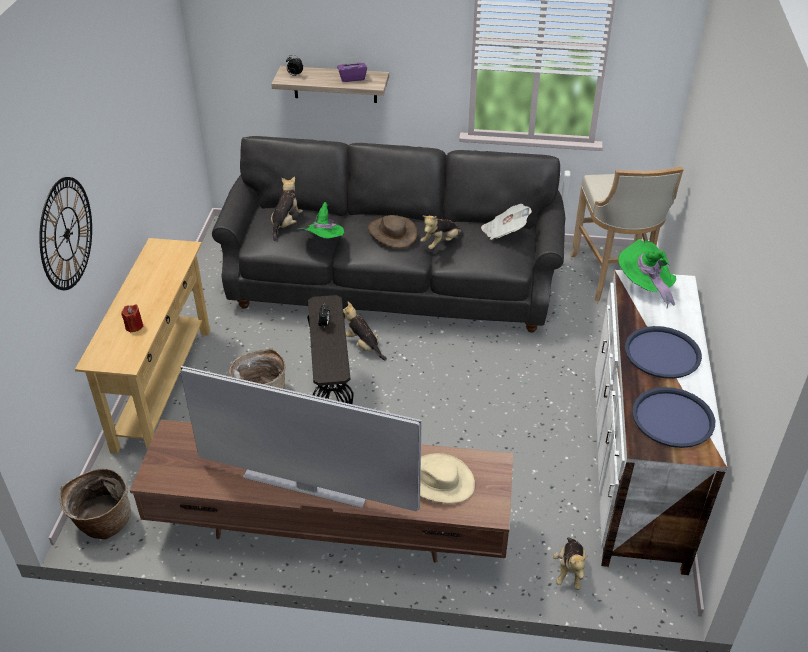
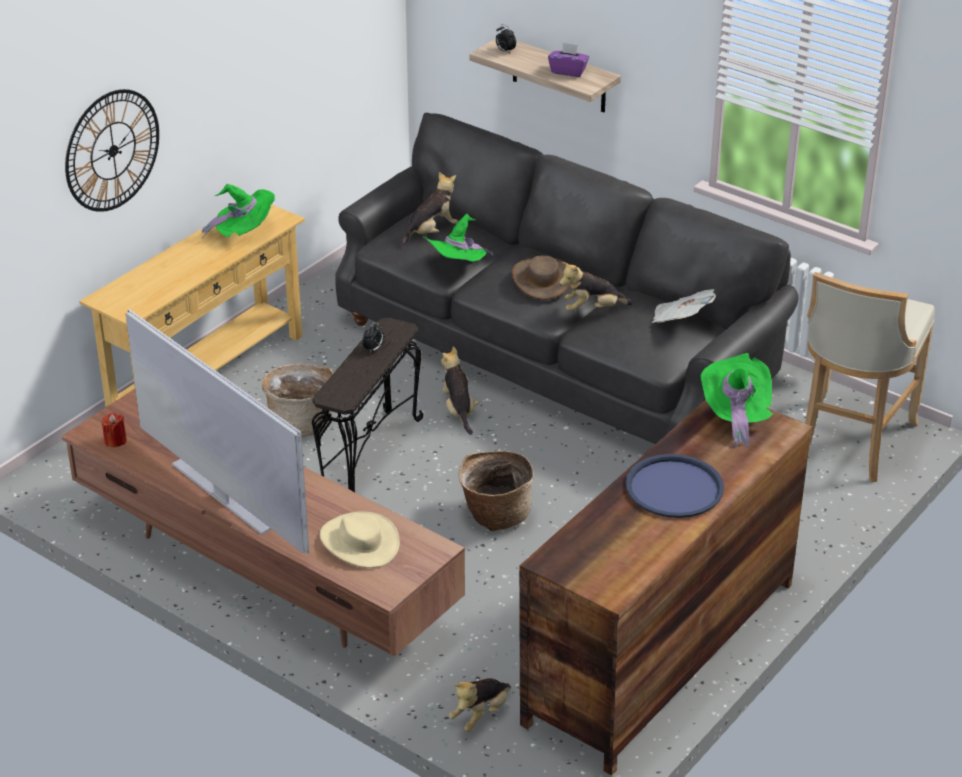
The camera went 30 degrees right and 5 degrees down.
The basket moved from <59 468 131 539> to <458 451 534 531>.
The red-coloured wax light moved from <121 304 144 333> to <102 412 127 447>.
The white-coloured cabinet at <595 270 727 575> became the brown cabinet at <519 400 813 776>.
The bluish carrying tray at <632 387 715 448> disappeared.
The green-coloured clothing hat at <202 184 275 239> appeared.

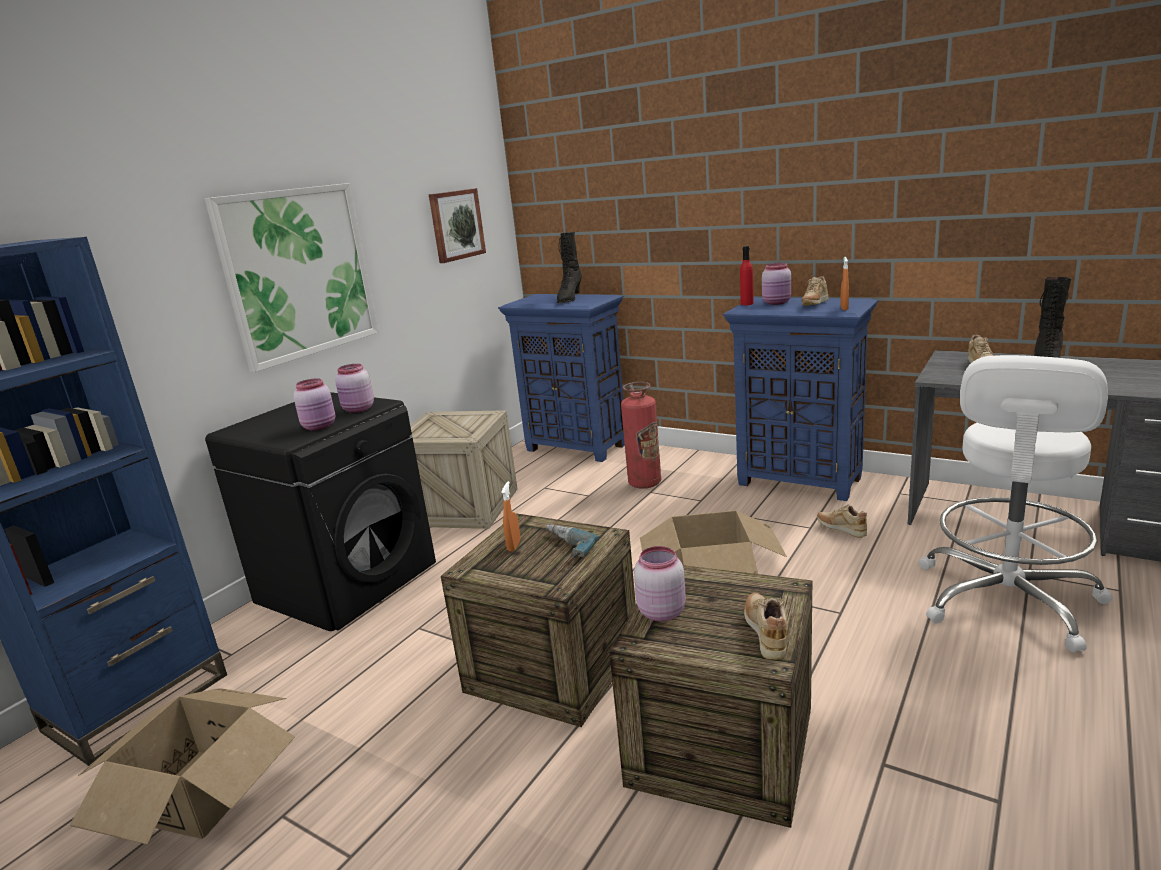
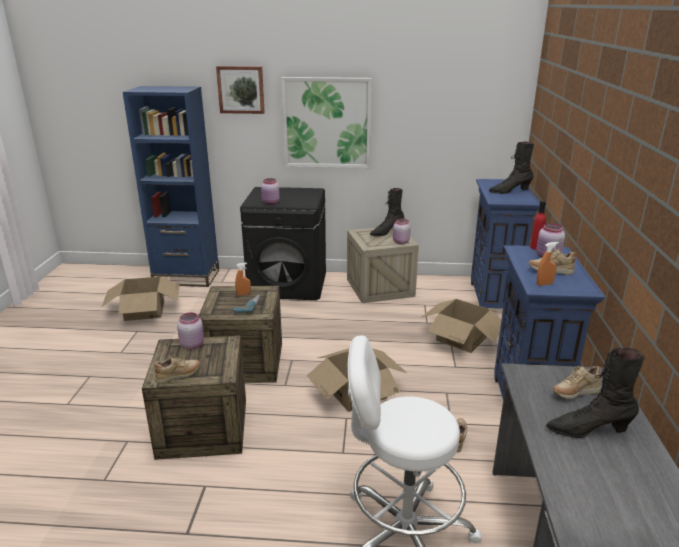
The camera went 60 degrees right and 5 degrees up.
The pink jar moved from <335 364 374 413> to <393 218 411 244>.
The picture moved from <429 188 486 263> to <216 66 265 114>.
The fire-fighting cylinder at <621 382 661 489> was replaced by the packing box at <420 299 502 353>.
The blackish boot at <370 188 404 236> appeared.

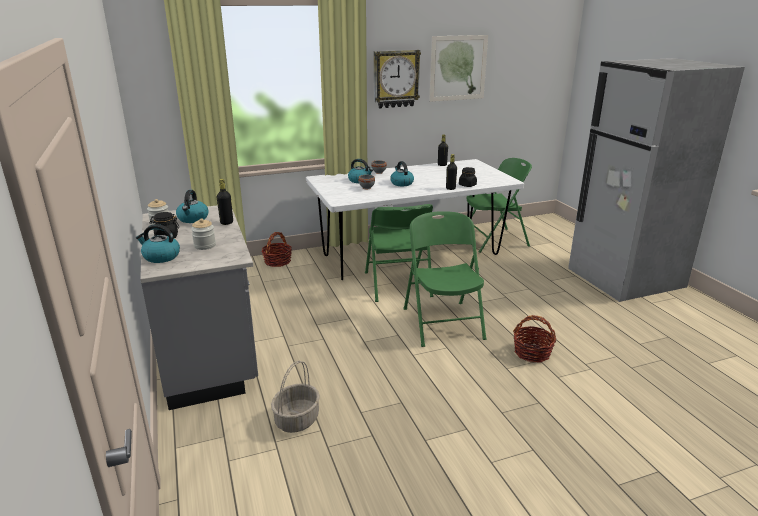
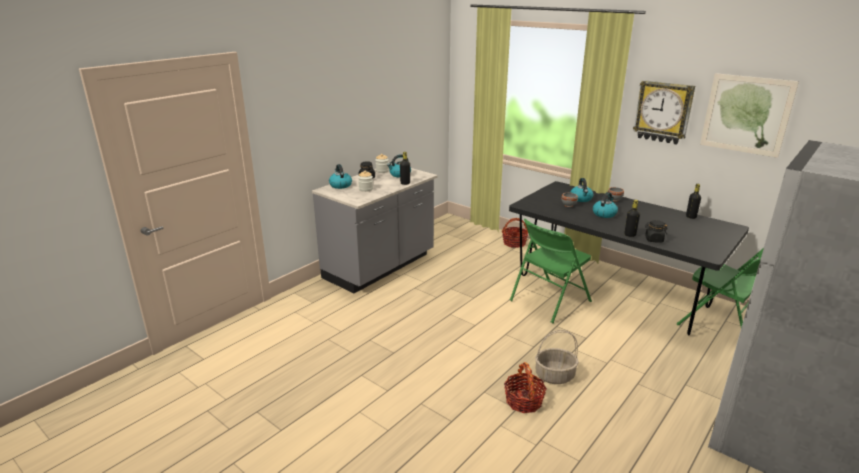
The camera went 60 degrees right and 0 degrees up.
The basket moved from <271 361 320 433> to <535 330 579 384>.
The white-coloured kitchen table at <306 159 524 280> became the blackish kitchen table at <509 181 749 335>.
The green-coloured upright chair at <404 211 487 347> disappeared.

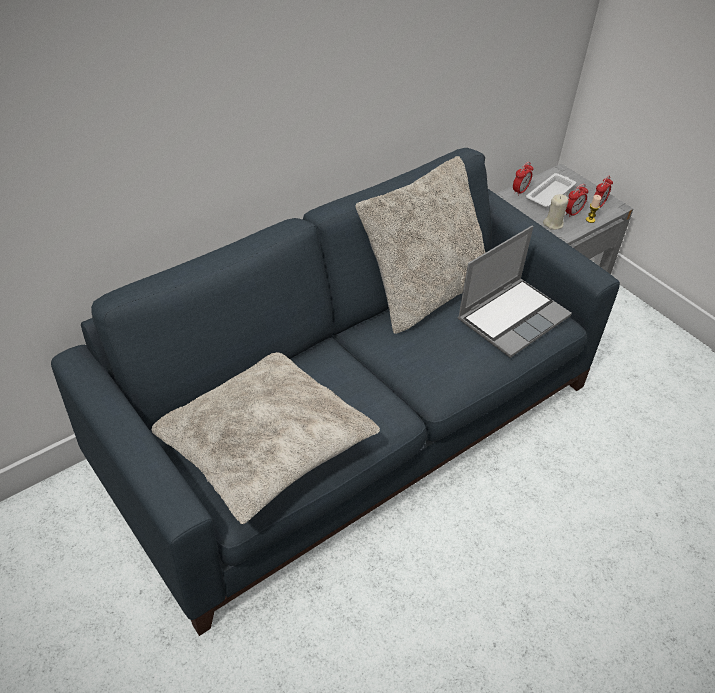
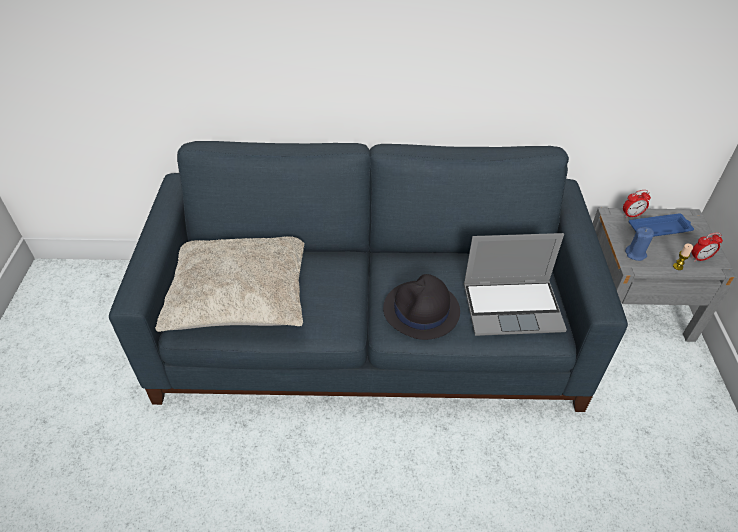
The camera went 40 degrees right and 0 degrees up.
The sand-coloured pillow at <355 156 486 334> disappeared.
The white-coloured carrying tray at <526 173 576 207> became the bluish carrying tray at <629 213 694 237>.
The sand-coloured wax light at <543 194 568 230> became the bluish wax light at <625 227 654 261>.
The table clock at <566 184 589 218> disappeared.
The blackish clothing hat at <383 274 460 340> appeared.

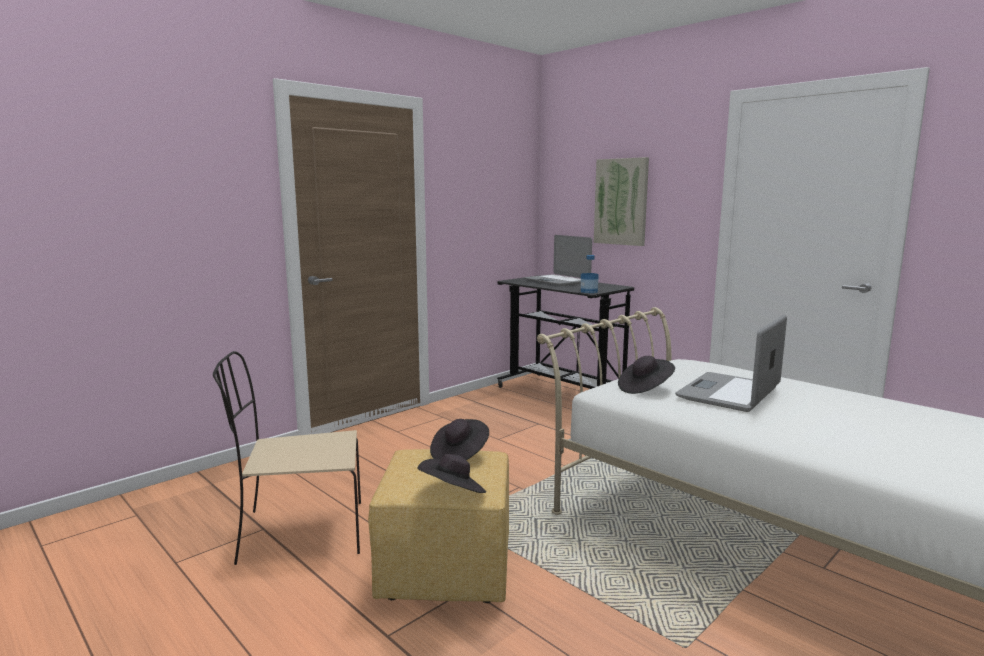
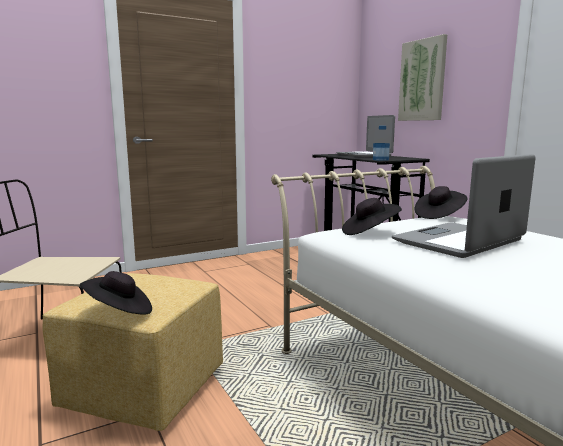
The camera went 15 degrees right and 0 degrees up.
The blackish clothing hat moved from <430 419 489 460> to <415 186 468 219>.

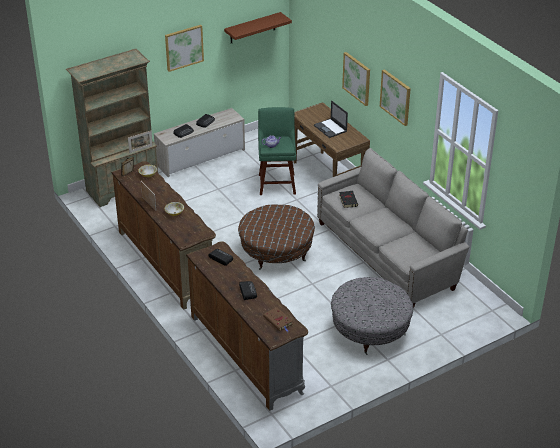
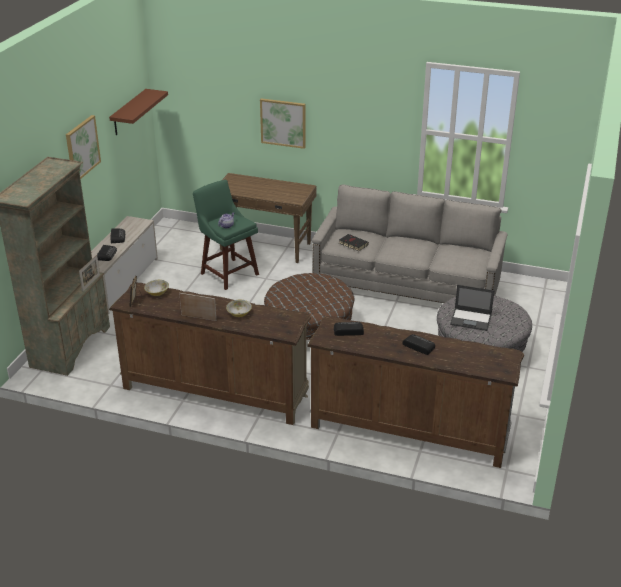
The camera went 40 degrees left and 5 degrees down.
The brown volume at <263 307 293 332> disappeared.
The portable computer moved from <314 100 348 138> to <450 285 495 331>.
The picture at <380 69 411 126> disappeared.

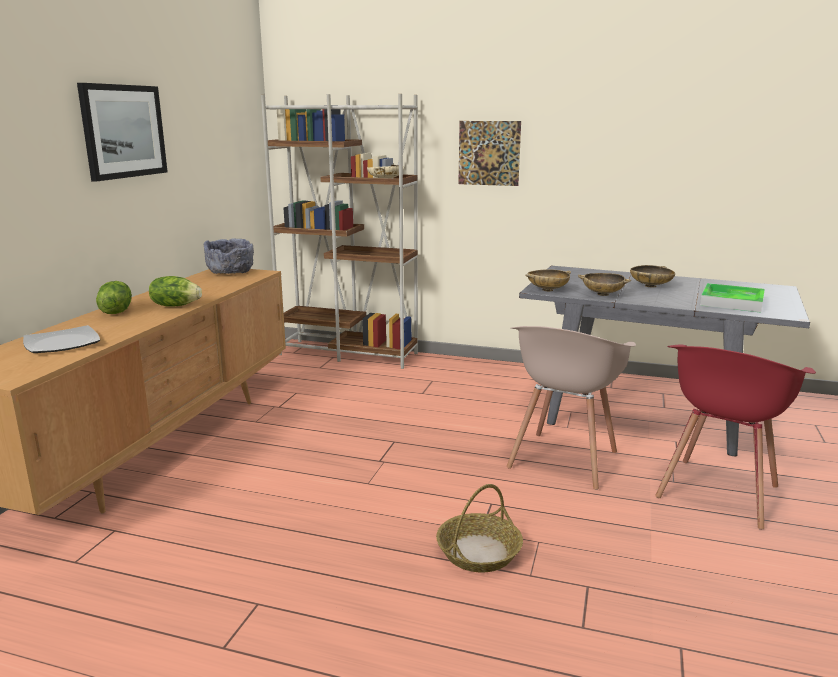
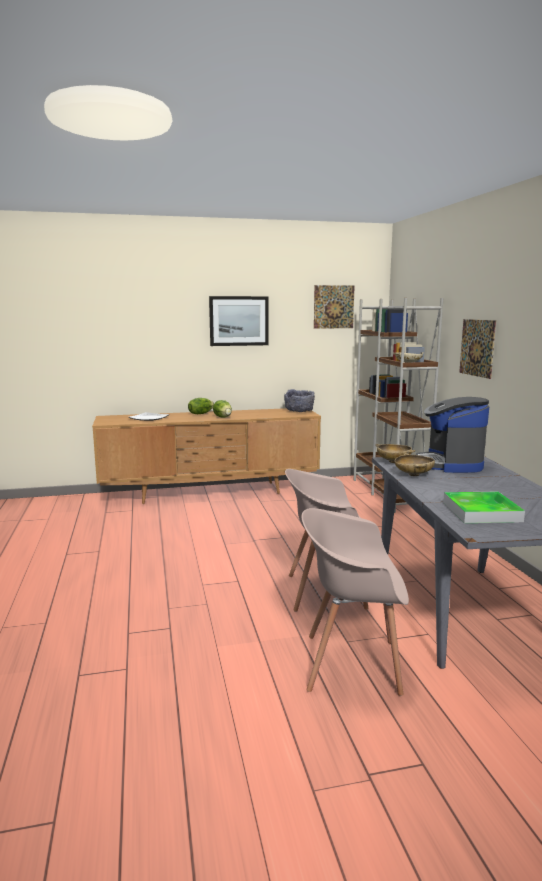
The camera went 60 degrees right and 5 degrees down.
The basket at <436 484 523 573> disappeared.
The sand-coloured serving bowl at <630 265 675 287> disappeared.
The red-coloured upright chair at <655 344 816 530> became the sand-coloured upright chair at <302 508 409 696>.
The picture at <314 285 355 329> appeared.
The coffee maker at <416 397 489 473> appeared.

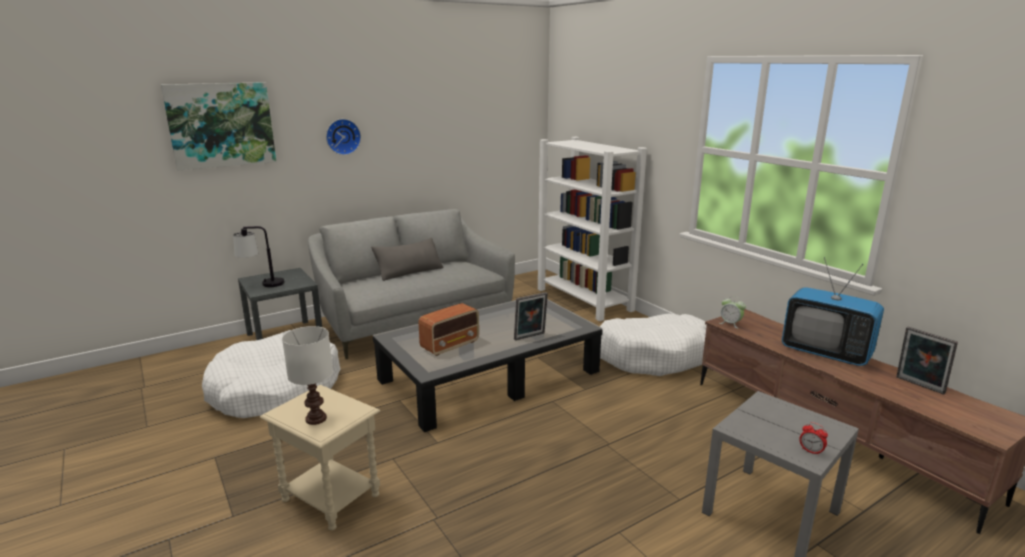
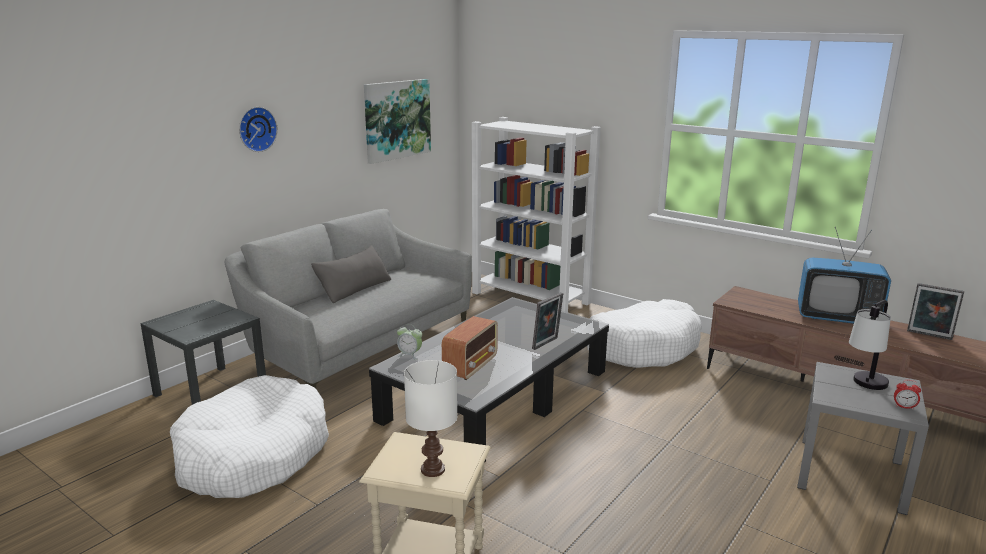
The camera went 20 degrees left and 0 degrees up.
The picture moved from <161 82 276 171> to <364 79 431 164>.
The table lamp moved from <233 226 284 287> to <849 300 891 390>.
The table clock moved from <719 296 746 329> to <397 324 422 360>.

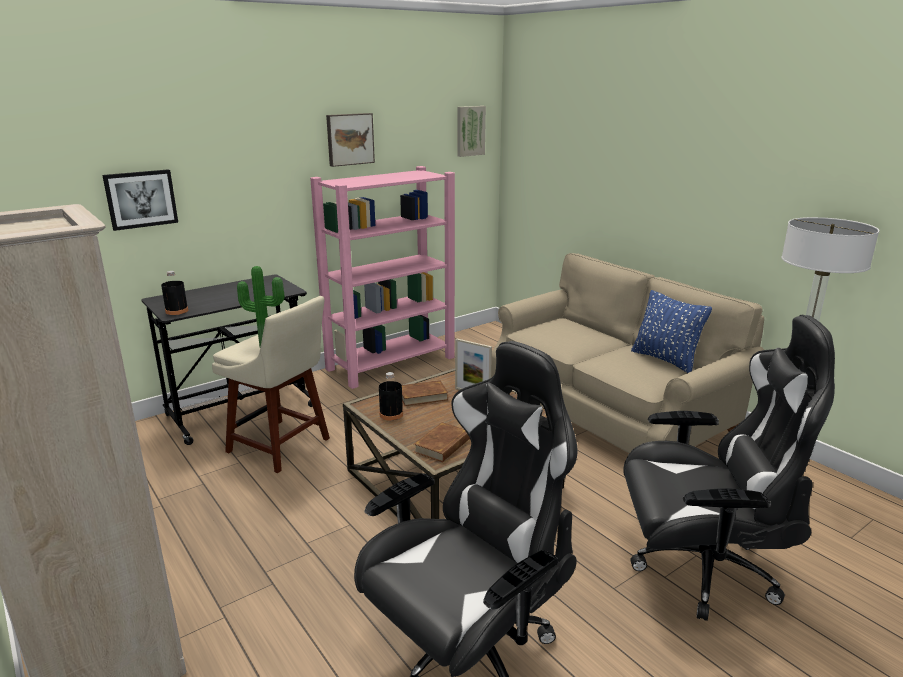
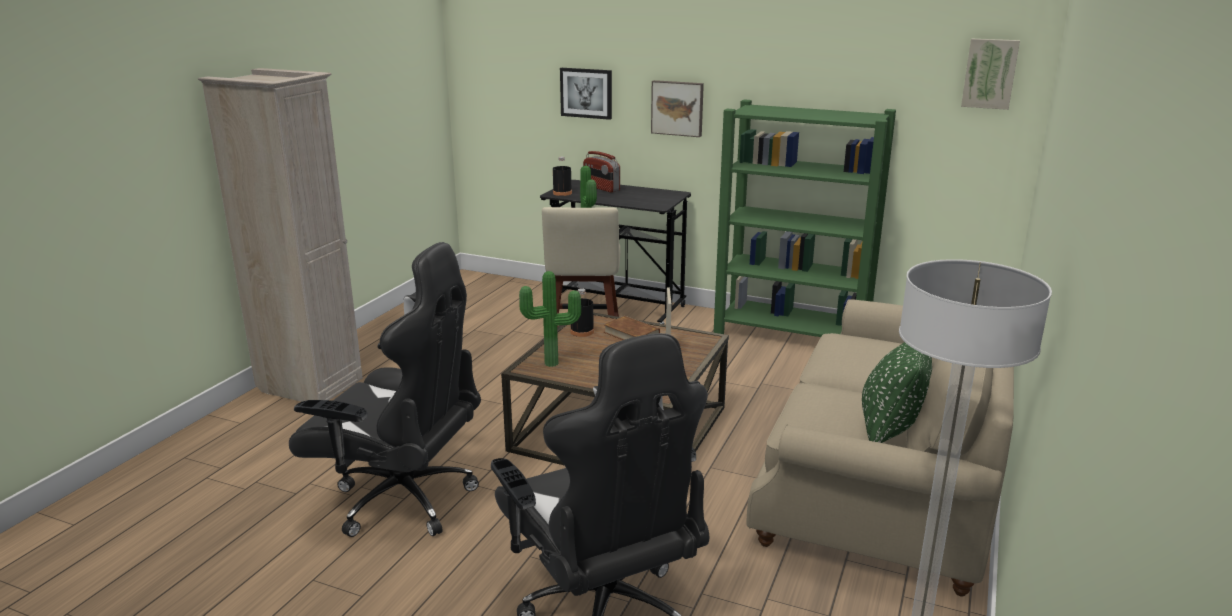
The camera went 60 degrees right and 0 degrees up.
The pink bookshelf at <310 166 455 389> became the green-coloured bookshelf at <714 99 896 337>.
The picture moved from <326 113 375 167> to <651 80 704 137>.
The brown volume at <414 422 470 462> was replaced by the potted plant at <519 271 581 367>.
The bluish pillow at <631 290 712 373> became the green-coloured pillow at <862 342 932 443>.
The radio receiver at <583 151 620 192> appeared.

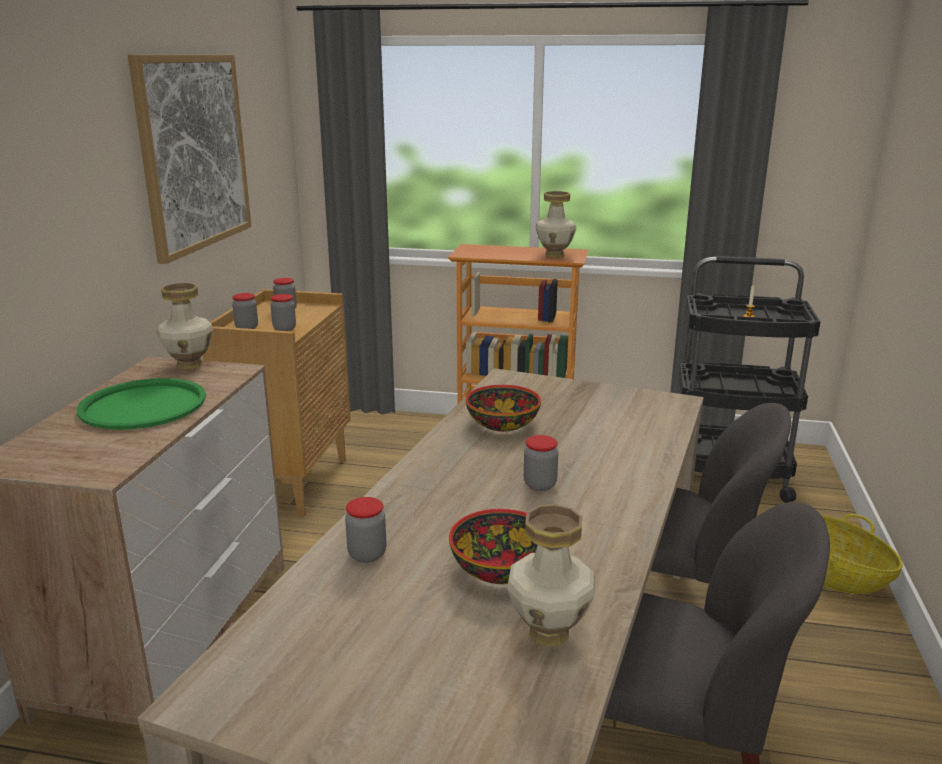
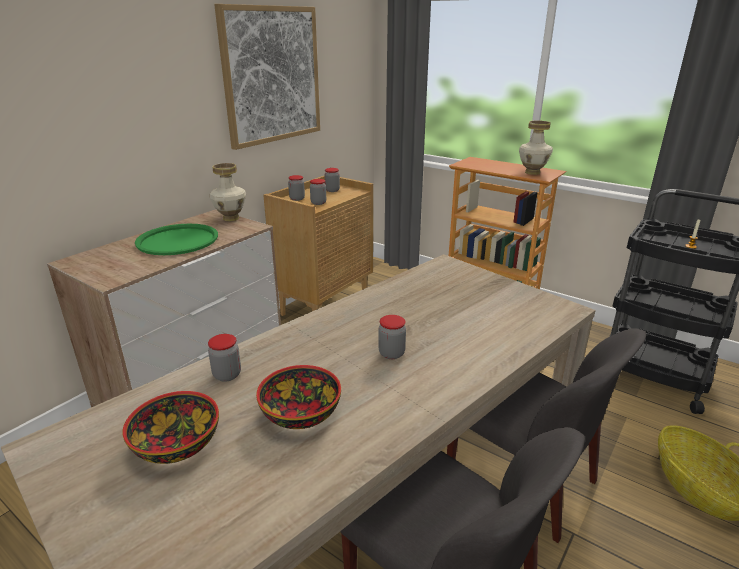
The camera went 25 degrees right and 5 degrees up.
The serving bowl moved from <466 385 541 432> to <123 391 219 464>.
The vase at <507 504 595 647> disappeared.

